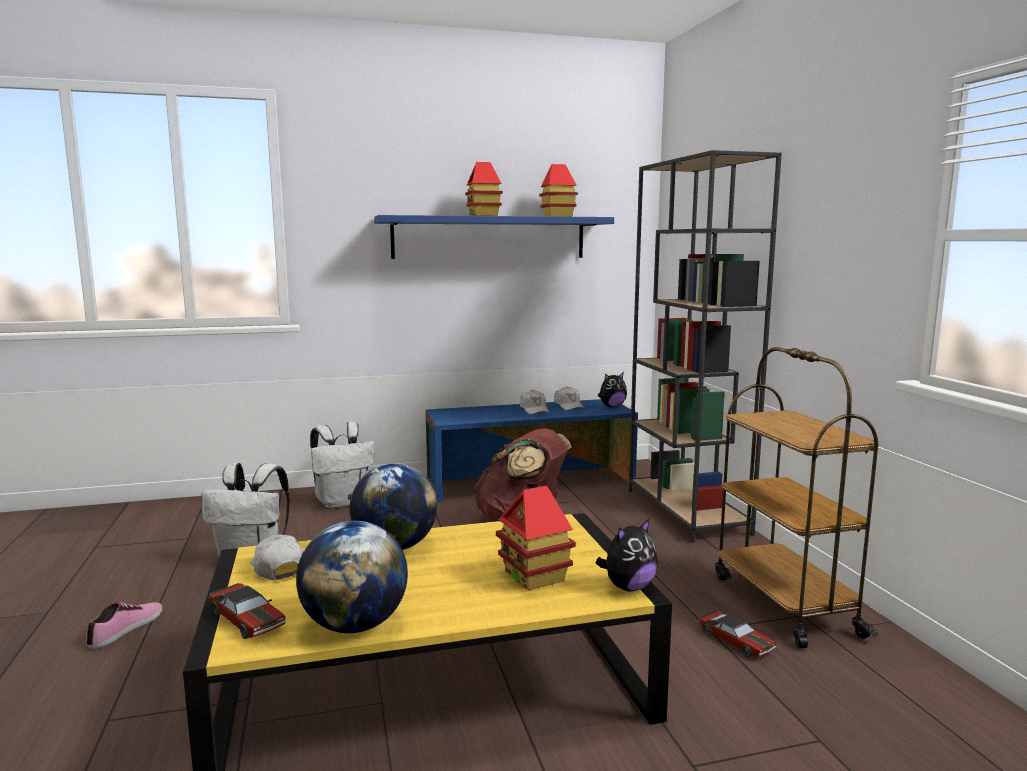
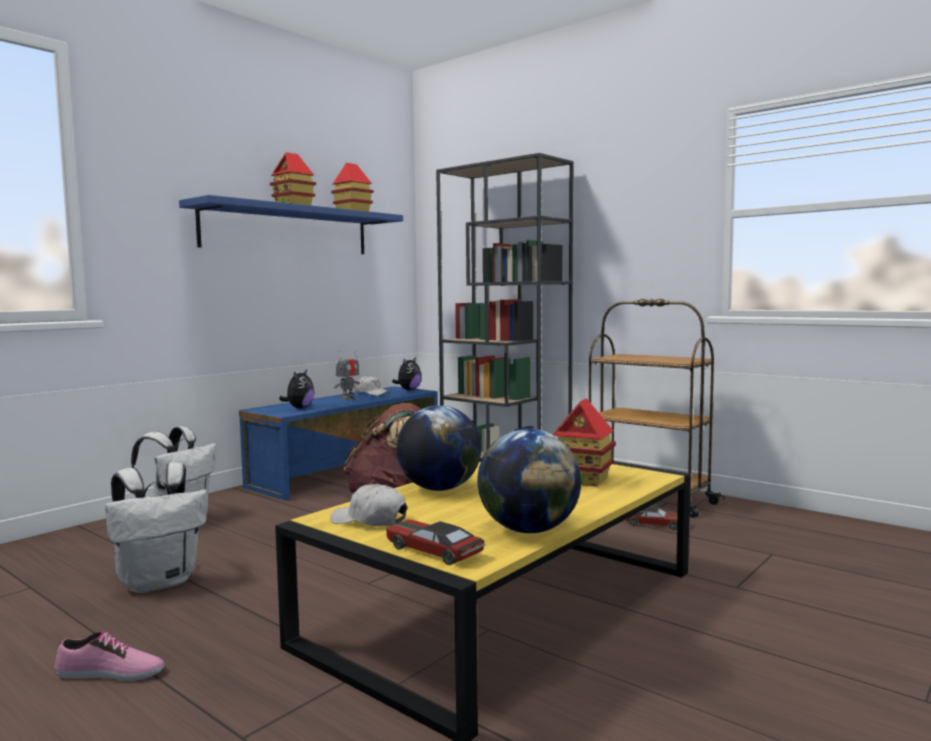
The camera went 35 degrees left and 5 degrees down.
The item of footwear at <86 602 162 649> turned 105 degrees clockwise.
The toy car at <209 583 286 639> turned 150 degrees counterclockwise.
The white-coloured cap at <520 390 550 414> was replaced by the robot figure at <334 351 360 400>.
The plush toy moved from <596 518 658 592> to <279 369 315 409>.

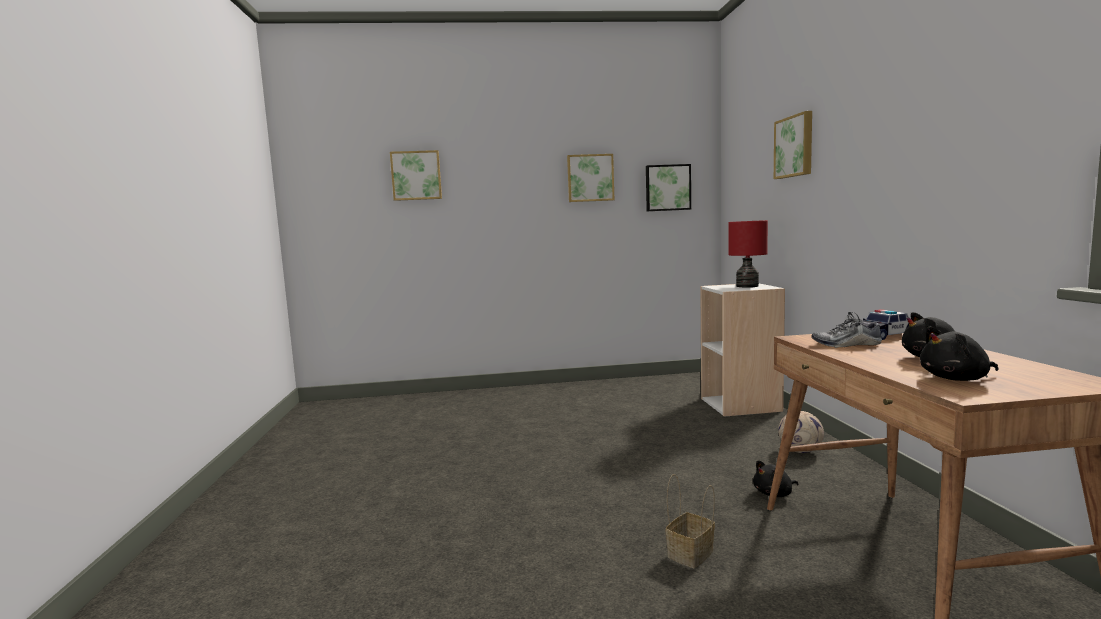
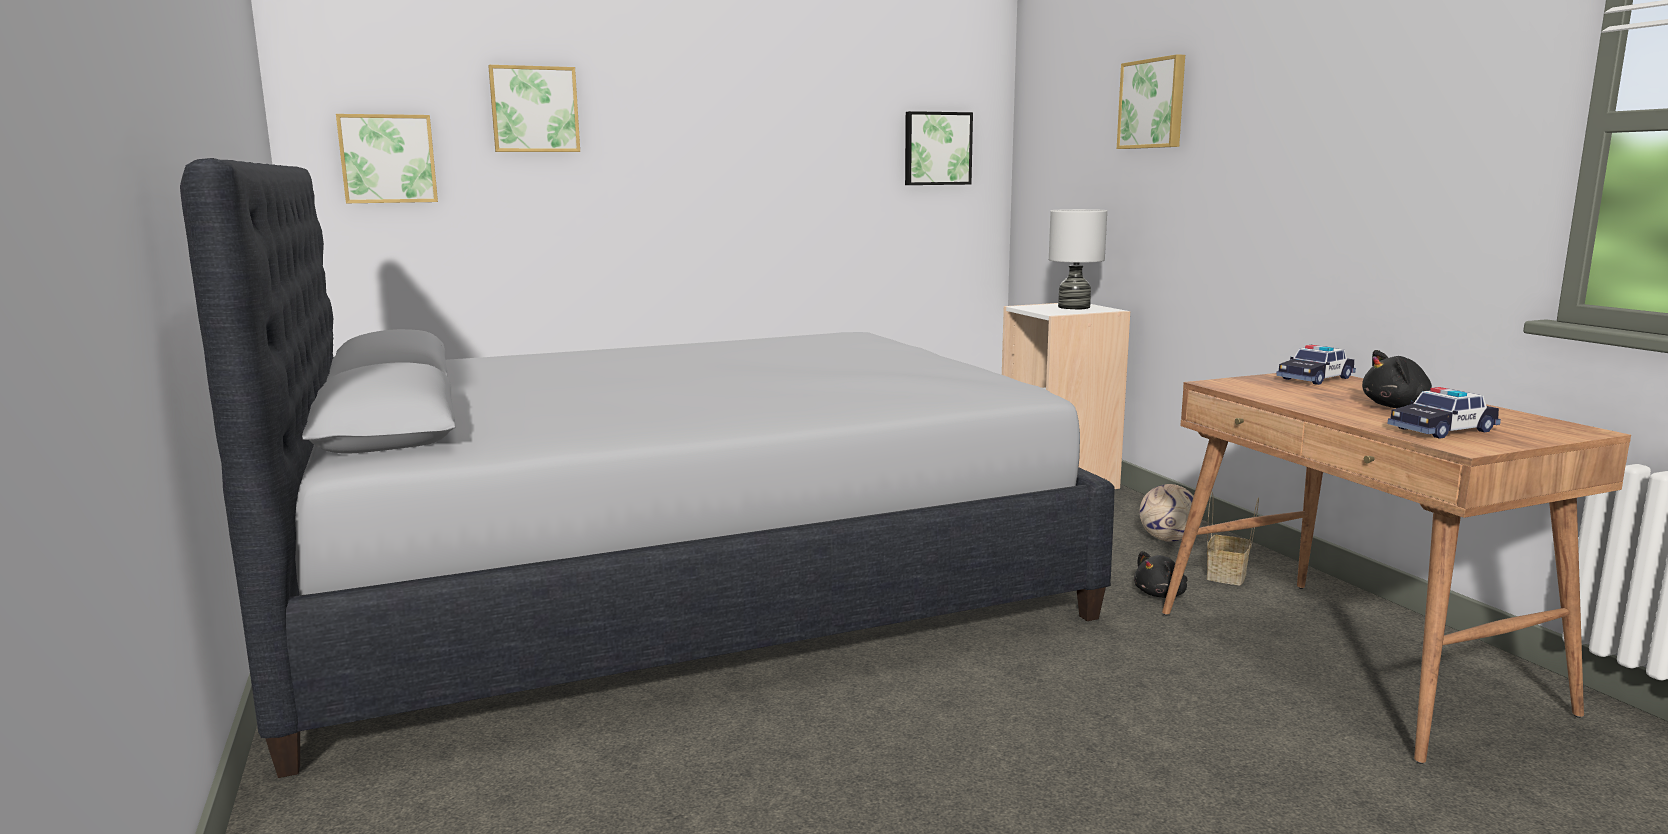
The camera went 15 degrees left and 5 degrees up.
The picture moved from <567 154 615 202> to <336 114 438 203>.
The basket moved from <666 474 715 568> to <1207 491 1259 585>.
The red-coloured table lamp at <728 220 768 288> became the gray table lamp at <1049 209 1107 309>.
The item of footwear at <811 312 882 348> disappeared.
The blackish plush toy at <920 326 999 381> was replaced by the toy car at <1387 387 1501 439>.
The gray bed at <180 158 1115 778> appeared.

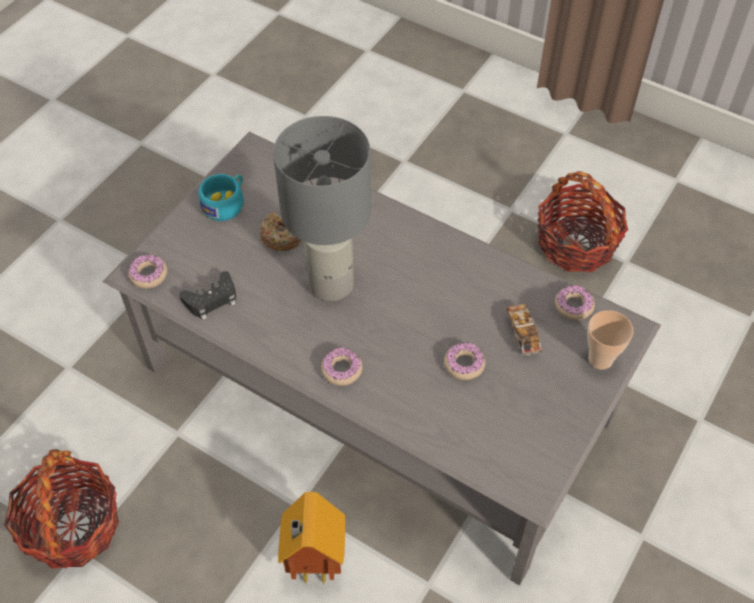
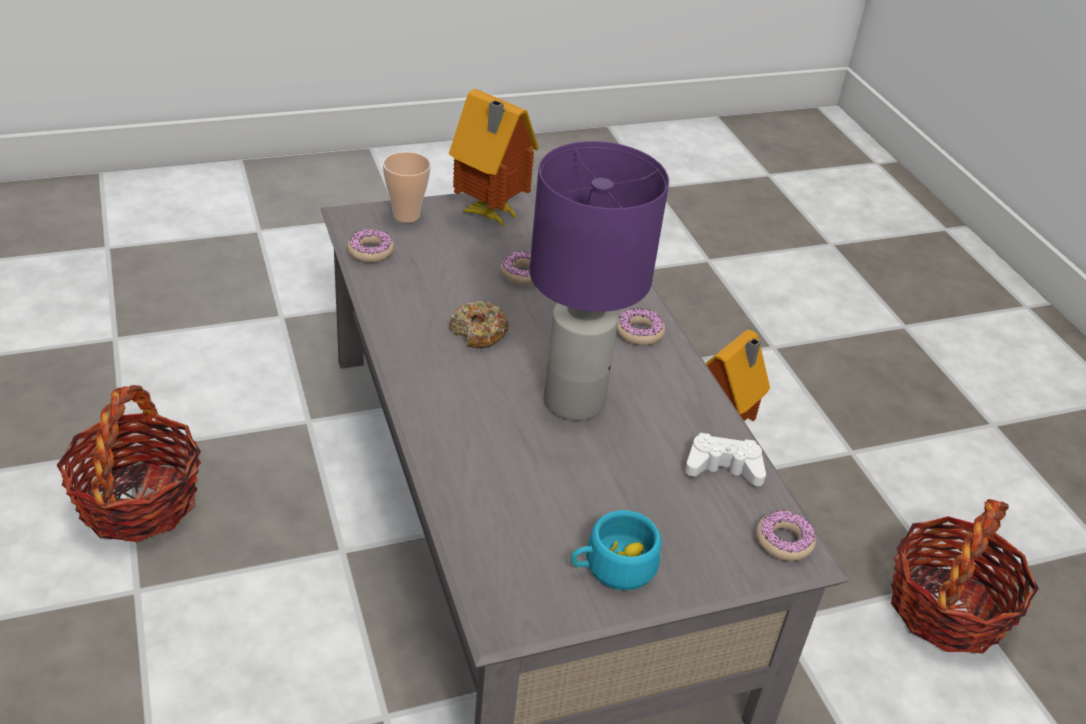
The camera went 145 degrees left and 15 degrees down.
The blackish game controller at <179 271 236 320> became the white-coloured game controller at <685 433 766 486>.
The donut moved from <260 212 301 251> to <449 301 509 348>.
The gray table lamp at <273 116 371 301> became the purplish table lamp at <530 141 669 420>.
The toy car at <507 304 543 355> disappeared.
The miniature house at <449 89 539 228> appeared.

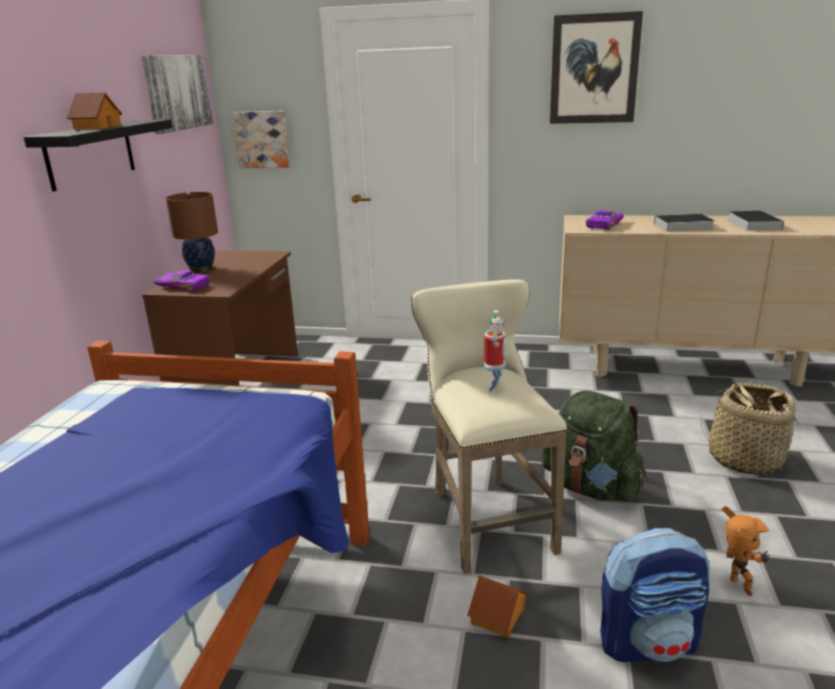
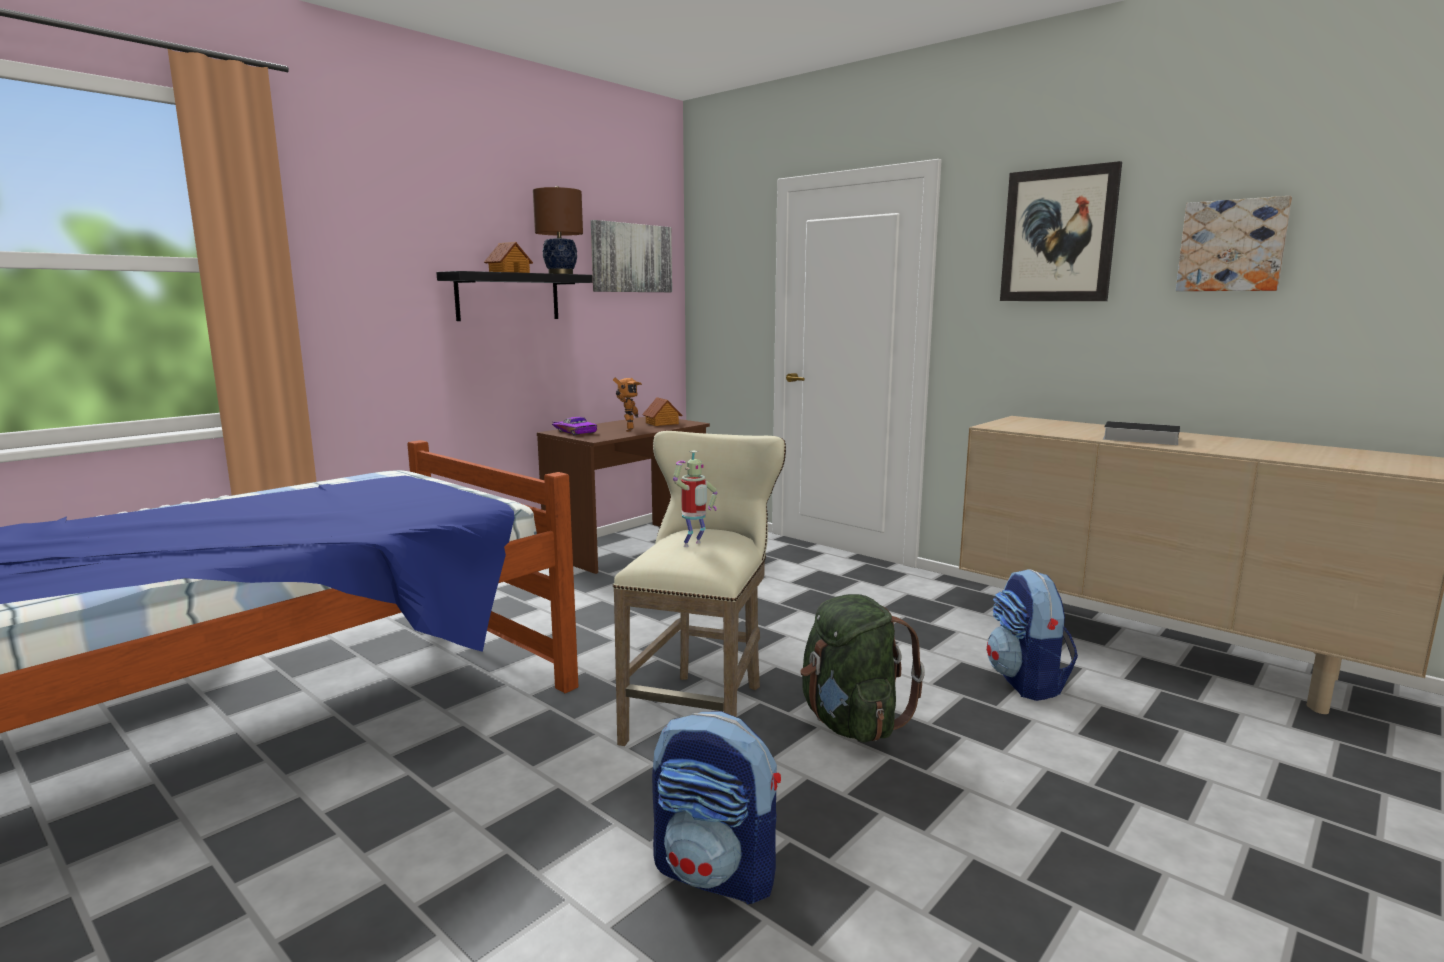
The camera went 30 degrees right and 10 degrees down.
The brown table lamp moved from <166 192 218 272> to <533 186 583 274>.
The picture moved from <231 111 291 168> to <1176 196 1292 291>.
The miniature house moved from <467 575 529 638> to <642 397 682 426>.
The purplish toy car at <586 210 624 230> disappeared.
The basket at <701 383 799 475> disappeared.
The robot figure moved from <722 506 771 596> to <613 377 642 432>.
The volume at <728 211 784 231> disappeared.
The knapsack at <987 569 1078 701> appeared.

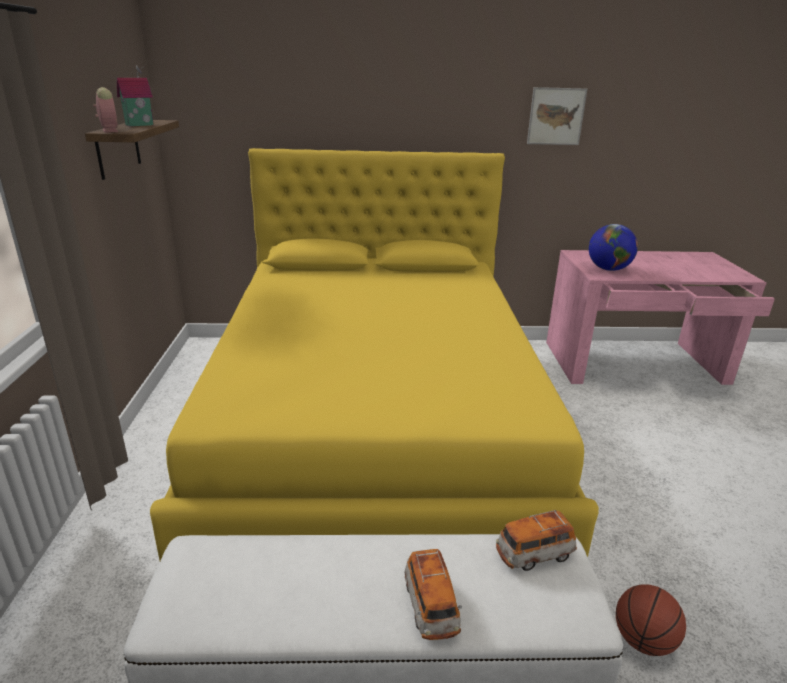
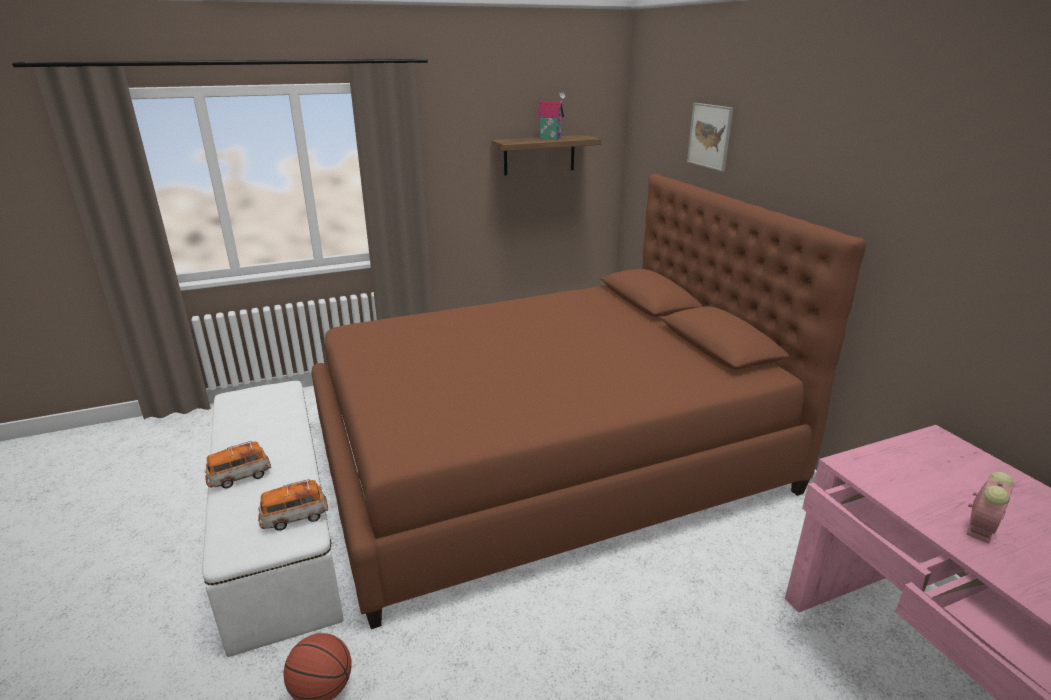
The camera went 70 degrees right and 0 degrees up.
The table clock moved from <93 87 118 133> to <967 472 1014 543>.
The yellowish bed at <150 148 599 561> became the brown bed at <311 174 866 629>.
The toy car at <496 510 577 571> turned 75 degrees counterclockwise.
The picture moved from <527 87 587 145> to <687 103 733 172>.
The globe at <589 224 638 271> disappeared.

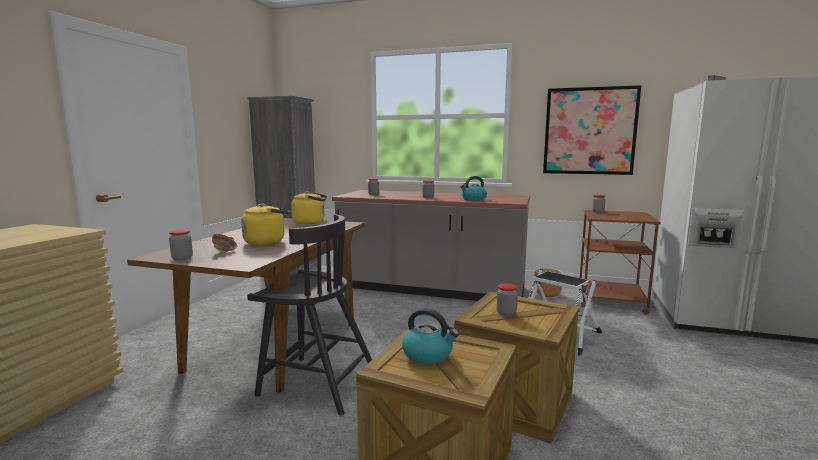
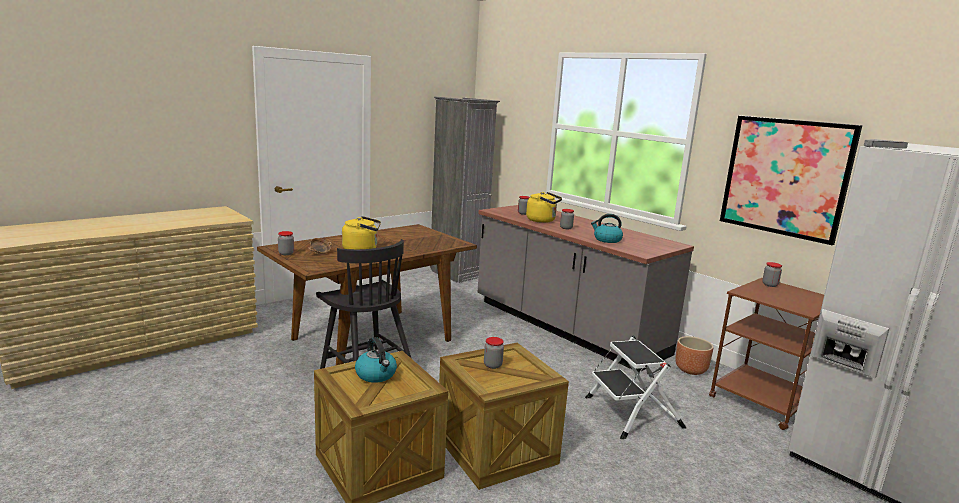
The camera went 30 degrees right and 5 degrees up.
The yellowish kettle moved from <291 191 327 224> to <526 192 562 223>.

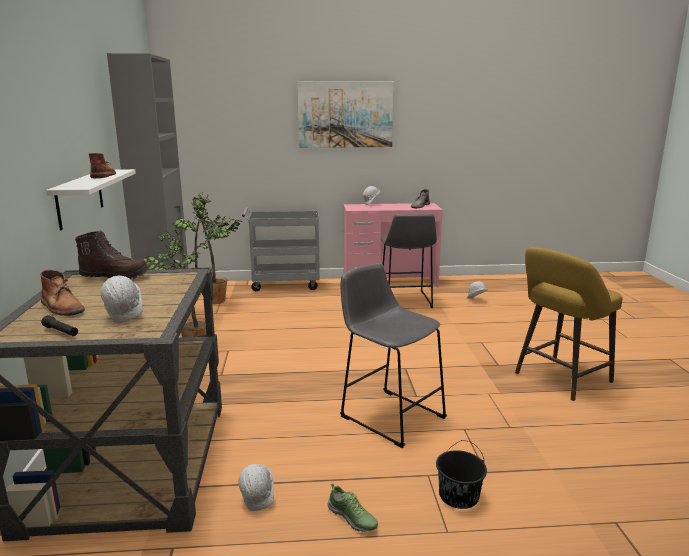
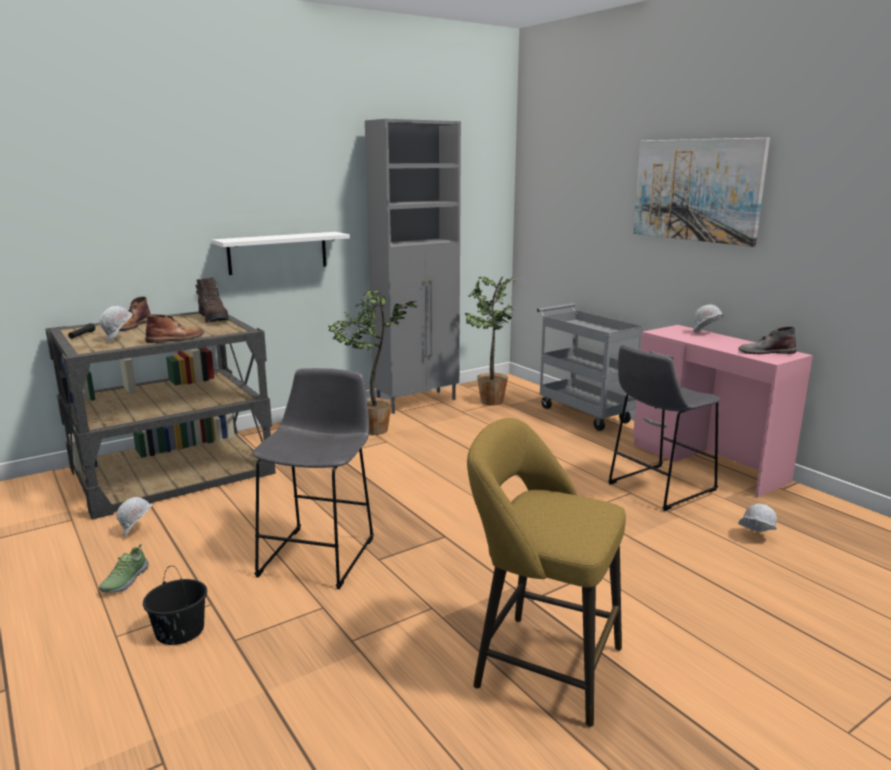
The camera went 60 degrees right and 0 degrees up.
The brown boot moved from <89 153 116 178> to <145 314 204 343>.

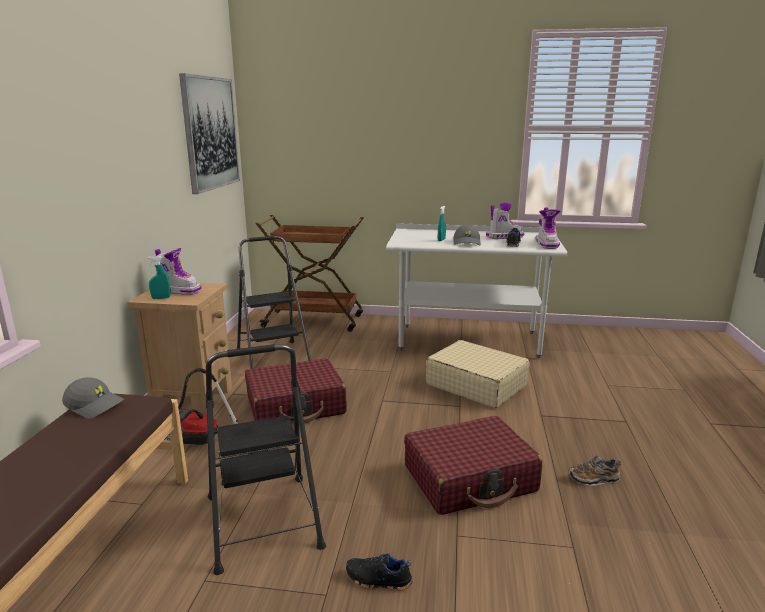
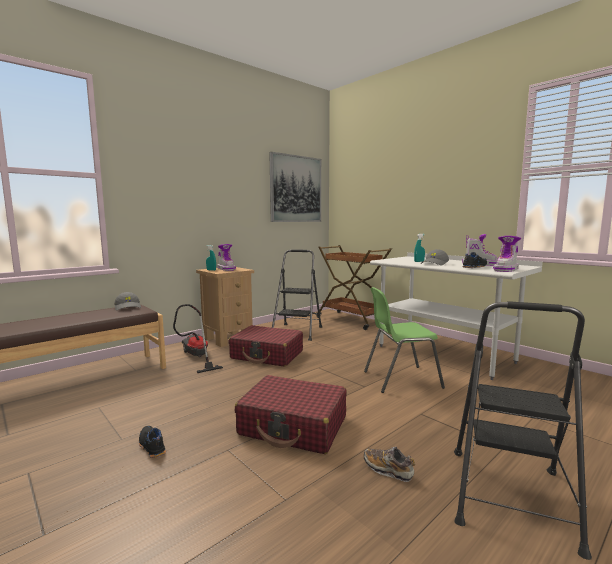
The camera went 40 degrees right and 10 degrees down.
The blackish step stool moved from <206 344 326 575> to <454 301 592 560>.
The sand-coloured travel case at <426 340 530 408> was replaced by the green-coloured upright chair at <364 287 445 393>.

